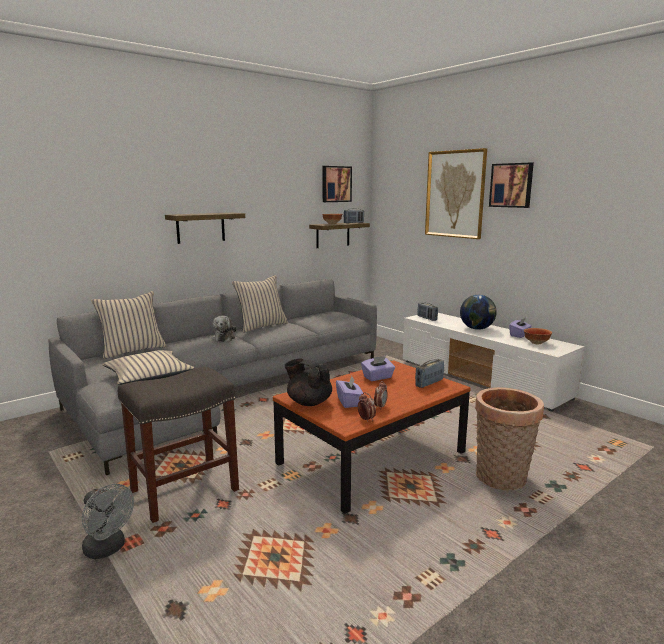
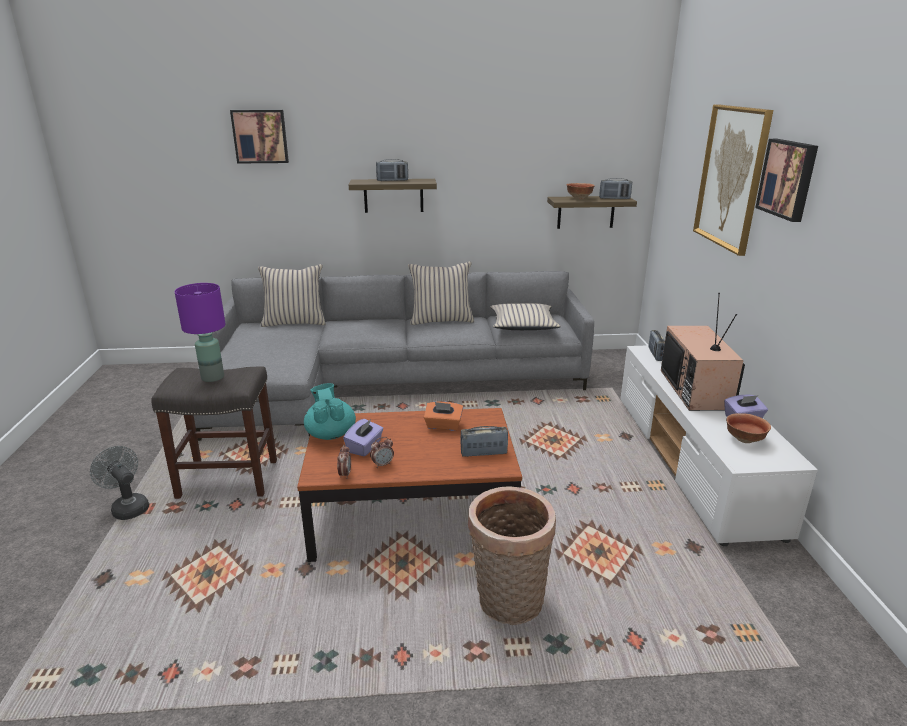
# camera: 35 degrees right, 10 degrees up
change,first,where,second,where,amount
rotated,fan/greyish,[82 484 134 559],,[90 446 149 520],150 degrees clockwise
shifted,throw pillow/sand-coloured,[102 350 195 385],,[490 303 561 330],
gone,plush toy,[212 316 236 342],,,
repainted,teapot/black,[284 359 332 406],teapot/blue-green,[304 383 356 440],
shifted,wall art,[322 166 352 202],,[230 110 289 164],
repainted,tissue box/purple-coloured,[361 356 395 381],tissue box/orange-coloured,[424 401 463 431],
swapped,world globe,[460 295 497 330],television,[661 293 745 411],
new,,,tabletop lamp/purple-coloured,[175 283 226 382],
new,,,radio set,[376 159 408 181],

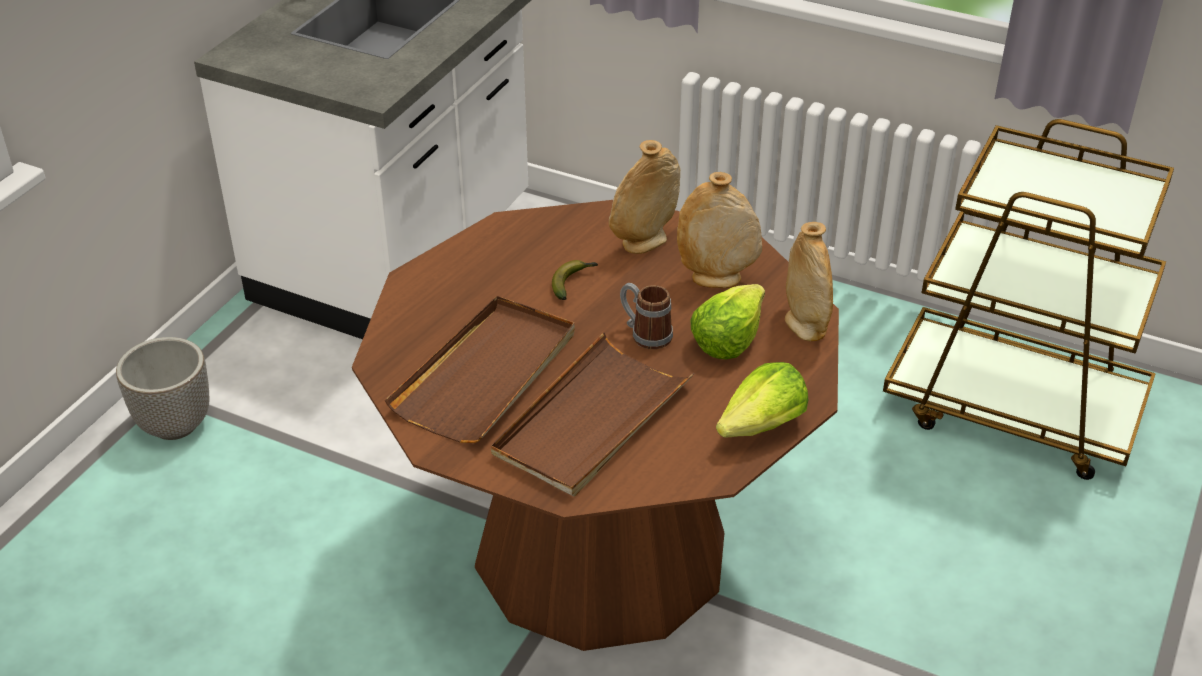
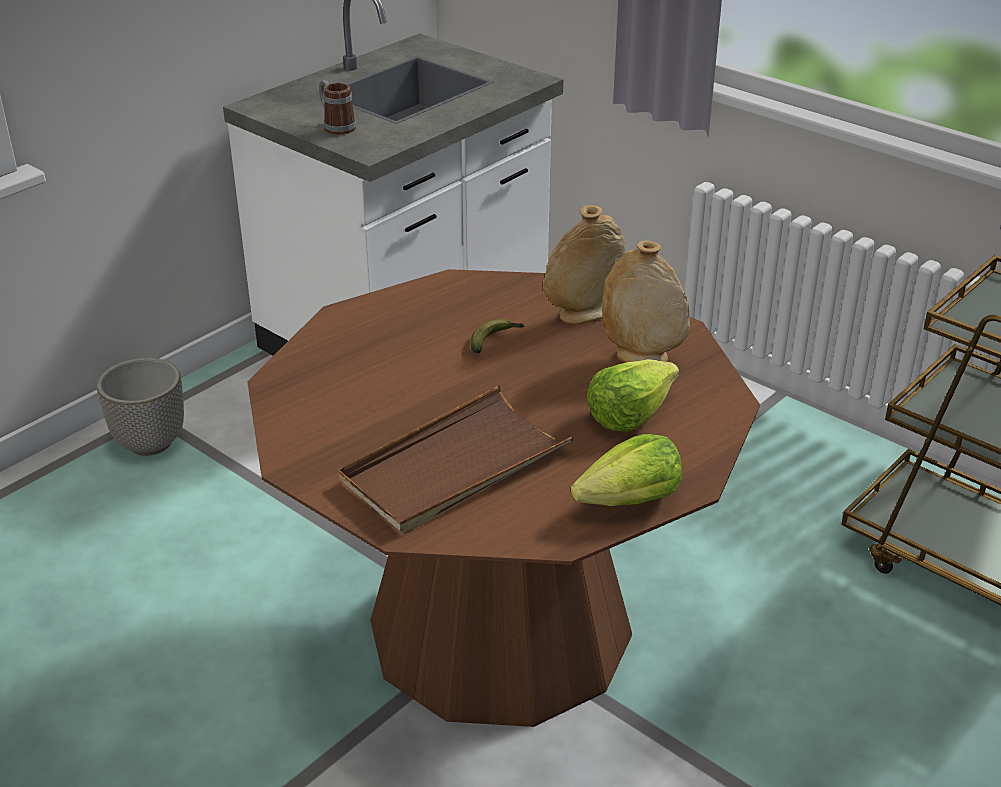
# camera: 15 degrees right, 5 degrees down
change,first,where,second,where,amount
gone,tray/brown,[385 296 575 443],,,
shifted,mug,[620 283 673 350],,[319 80 356 135],
gone,decorative vase/sand-coloured,[785 222 833 341],,,

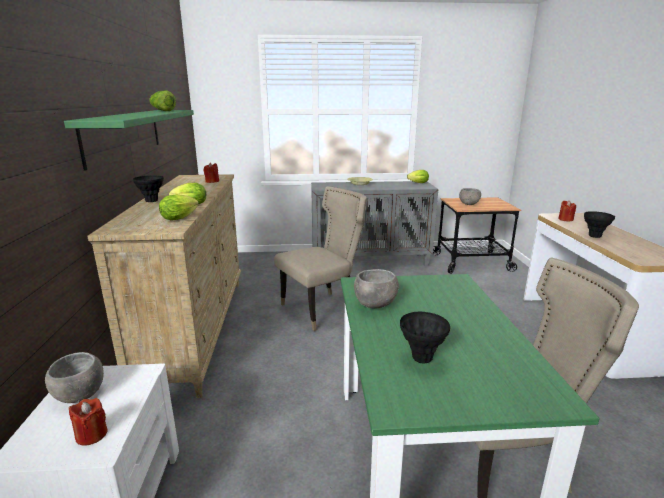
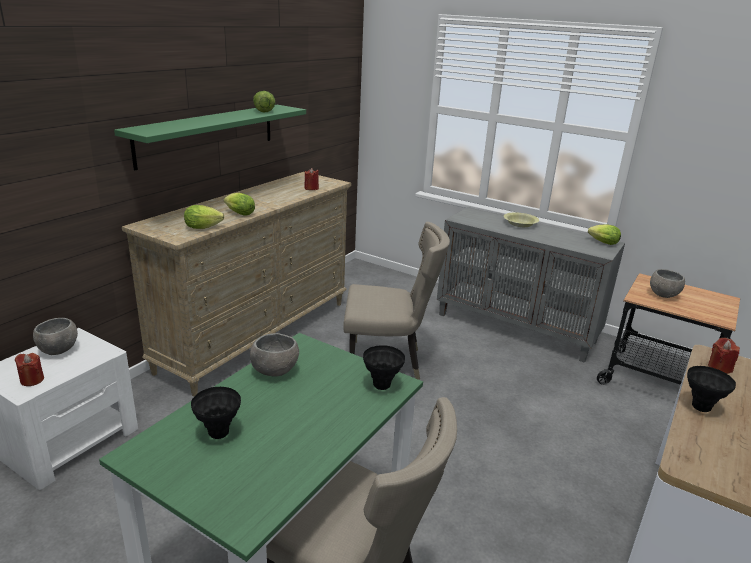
# camera: 35 degrees right, 5 degrees up
change,first,where,second,where,amount
shifted,decorative vase/black,[133 175 164 202],,[363 345 405 390],

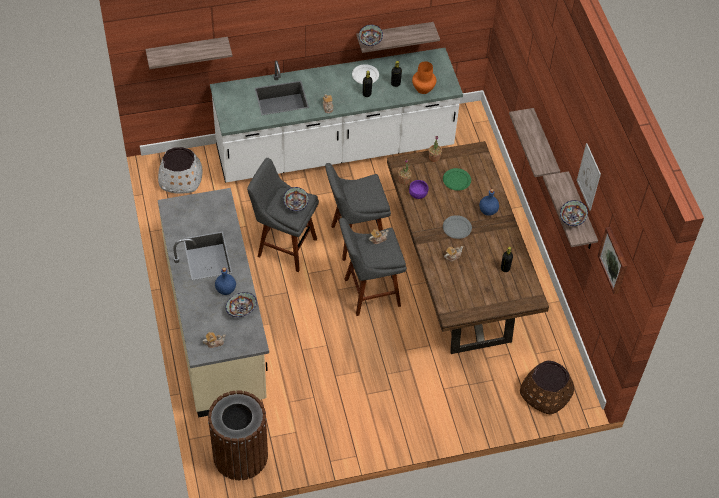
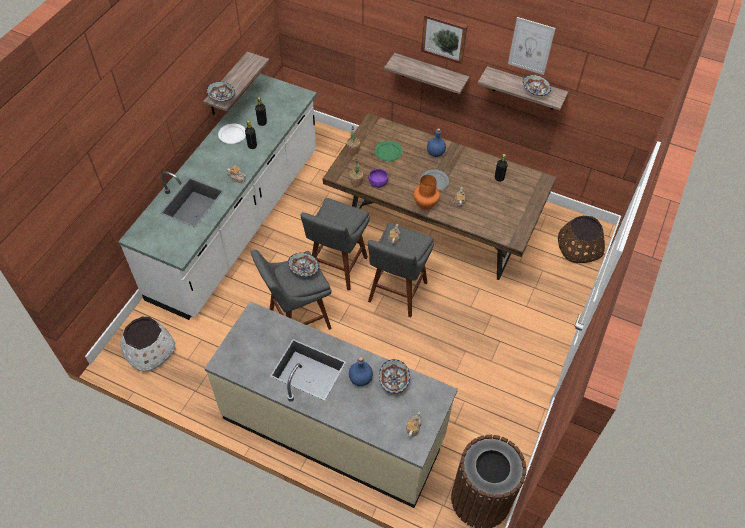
# camera: 50 degrees left, 0 degrees up
change,first,where,second,where,amount
gone,shelf,[145 37 232 69],,,
shifted,decorative vase/orange-coloured,[412 61 437 94],,[414 175 440 210],
shifted,wall art,[598 227 627 294],,[421 13 468 64],

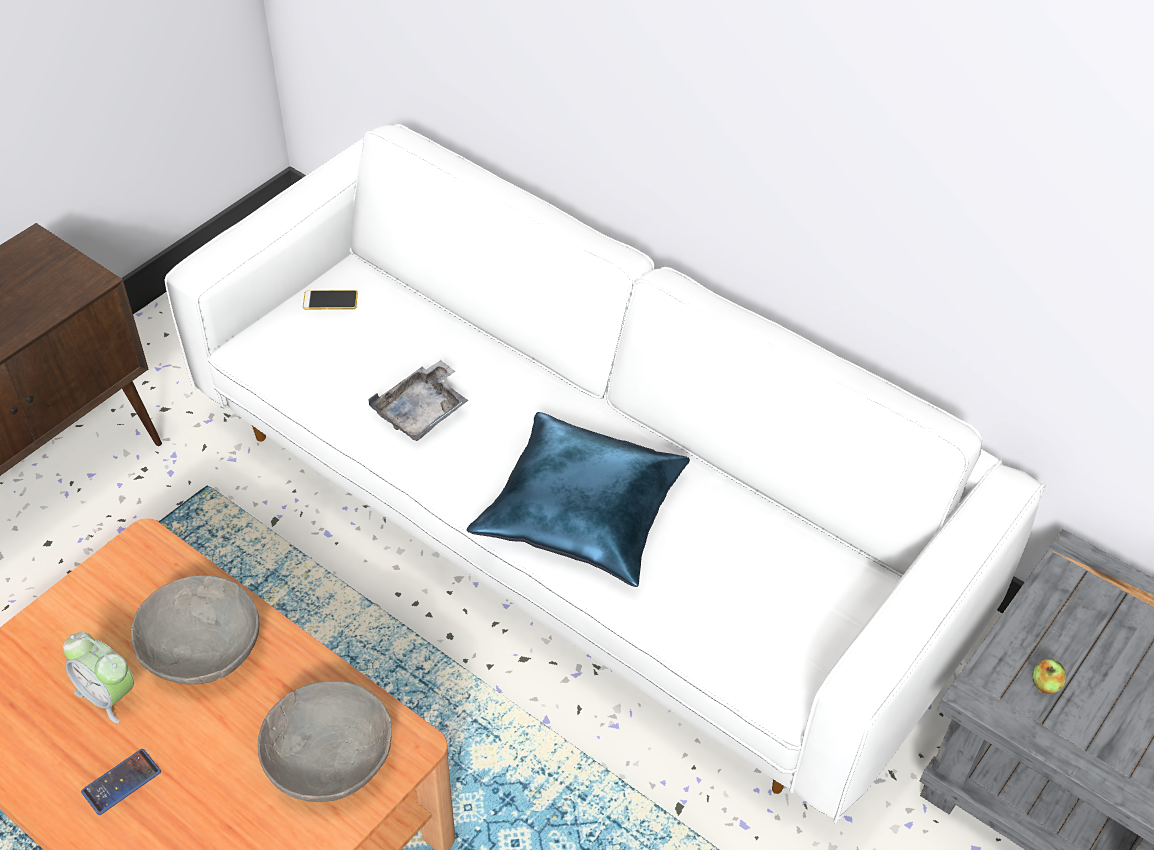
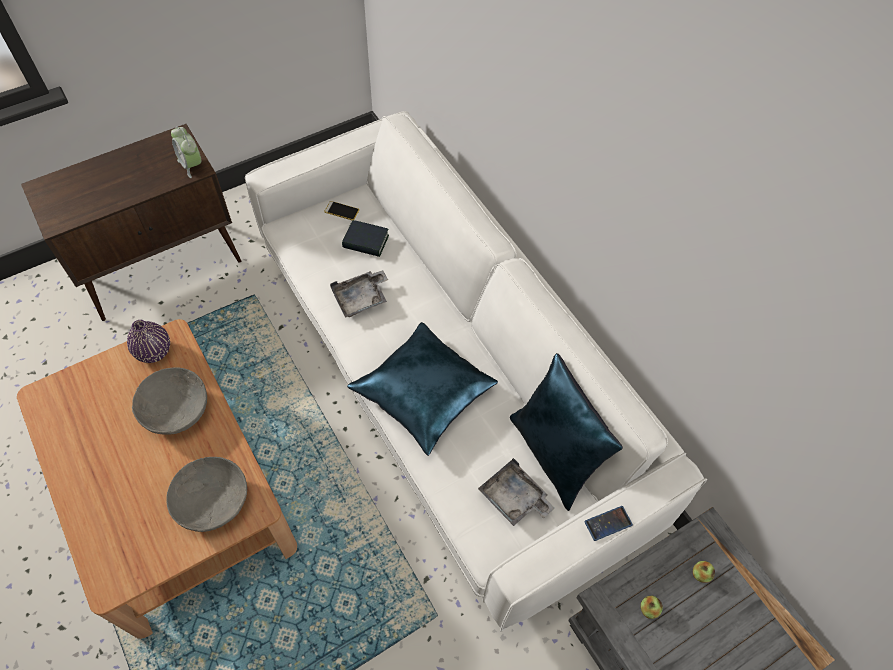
# camera: 20 degrees right, 10 degrees up
change,first,where,second,where,amount
shifted,bedside clock,[63 632 134 723],,[171 126 201 178],
shifted,telephone,[81 749 161 815],,[584 506 633 541],
new,,,decorative vase/purple-coloured,[127 320 170 363],
new,,,volume,[342 220 389 257],
new,,,tray/greyish,[478 458 555 526],
new,,,throw pillow/bluish,[510 353 623 511],
new,,,apple fruit,[693 561 715 583],

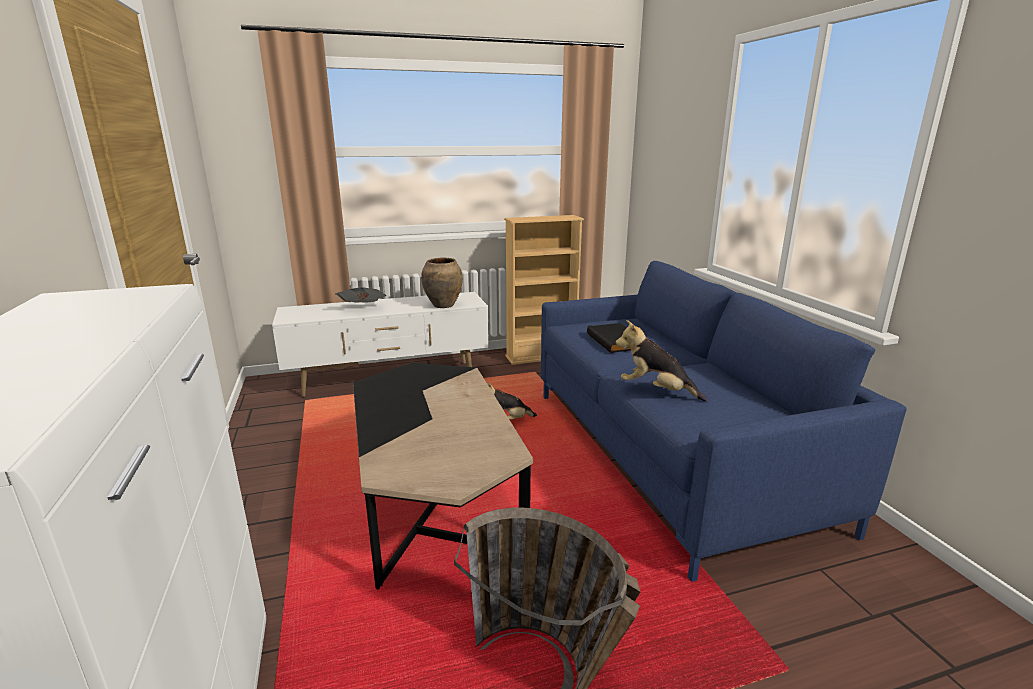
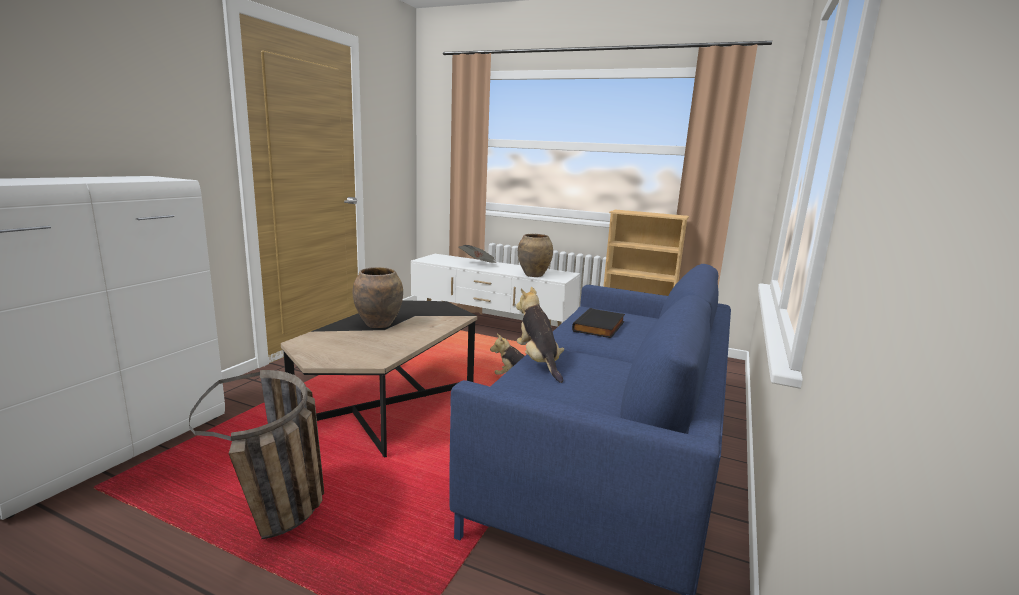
# camera: 40 degrees right, 5 degrees down
change,first,where,second,where,amount
new,,,decorative vase/brown,[353 267 403 328],

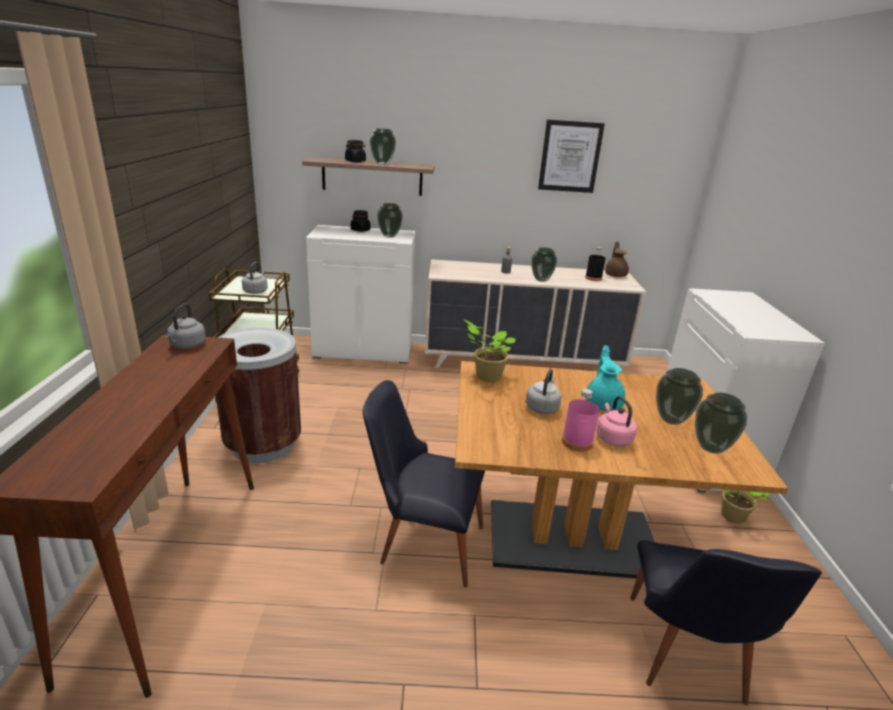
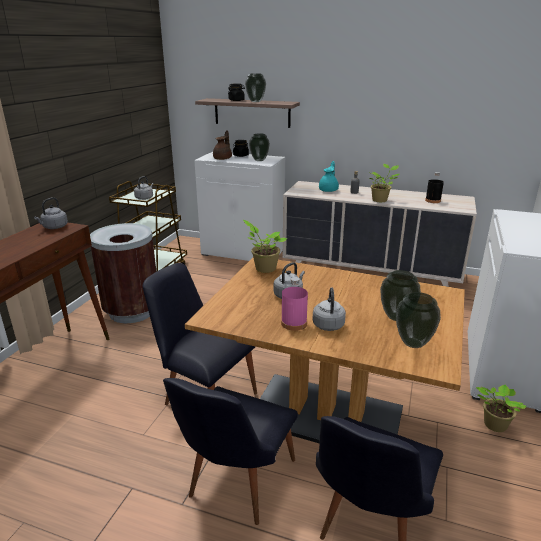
# camera: 20 degrees right, 0 degrees up
change,first,where,second,where,amount
swapped,decorative vase,[531 247 557 282],houseplant,[369 164 400 202],
gone,wall art,[538 119 605 193],,,
shifted,teapot/blue-green,[586 345 625 411],,[319 161 339 192],
repainted,tea kettle/pink,[597 396 637 447],tea kettle/greyish,[312 287 346 331],
shifted,teapot/brown,[605 241 629 277],,[213 130 232 160],
new,,,upright chair/black,[163 378 298 525],

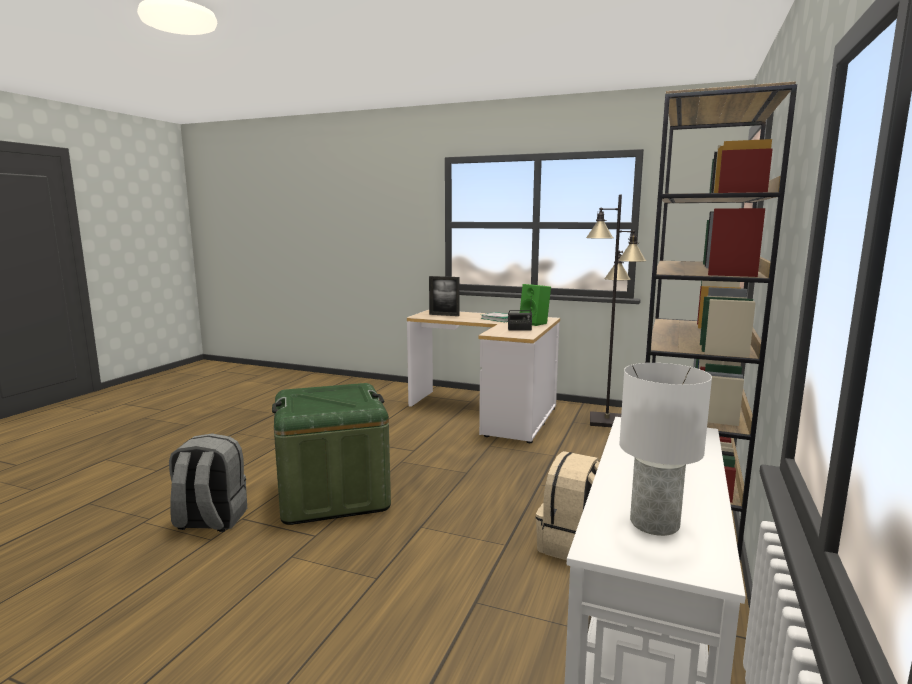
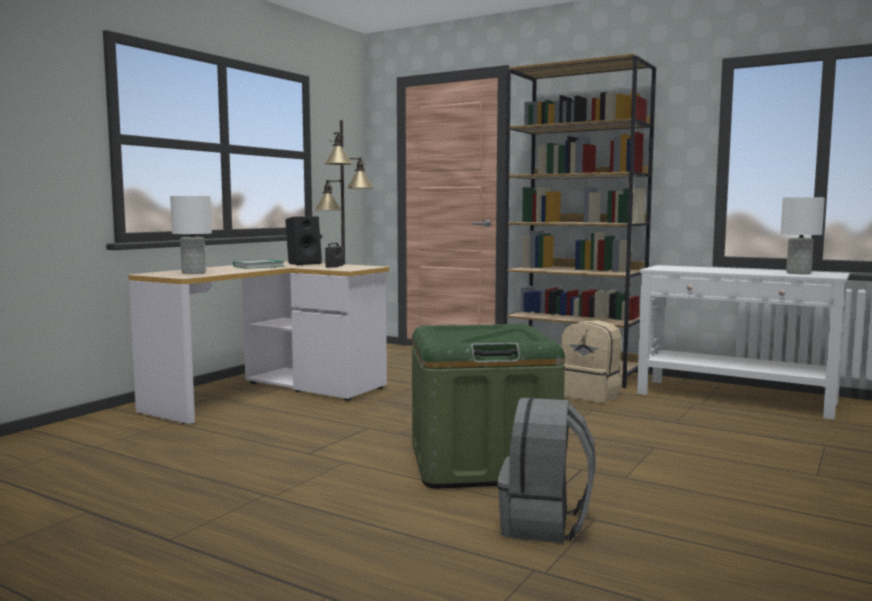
# camera: 80 degrees left, 5 degrees down
change,first,where,second,where,amount
swapped,standing frame,[429 276 460 316],tabletop lamp/white-coloured,[170 196 212 274],
repainted,loudspeaker/greenish,[520 284 551 326],loudspeaker/black,[285 216 322 265],

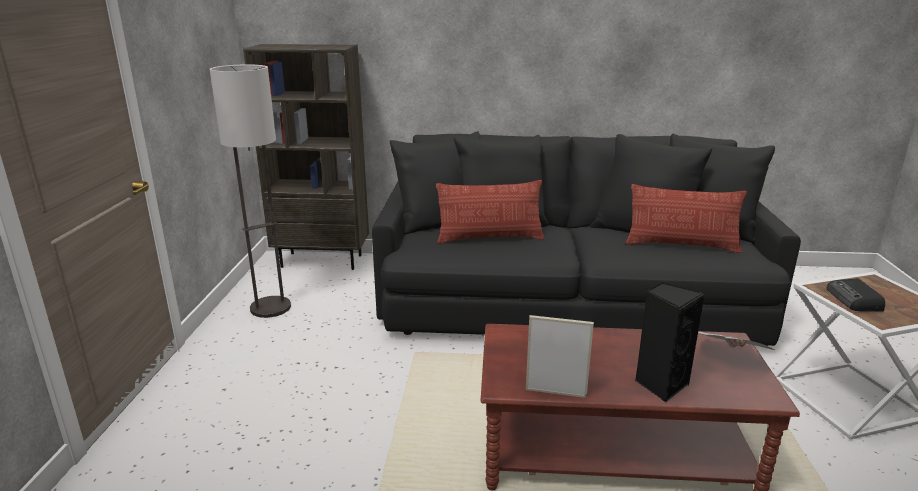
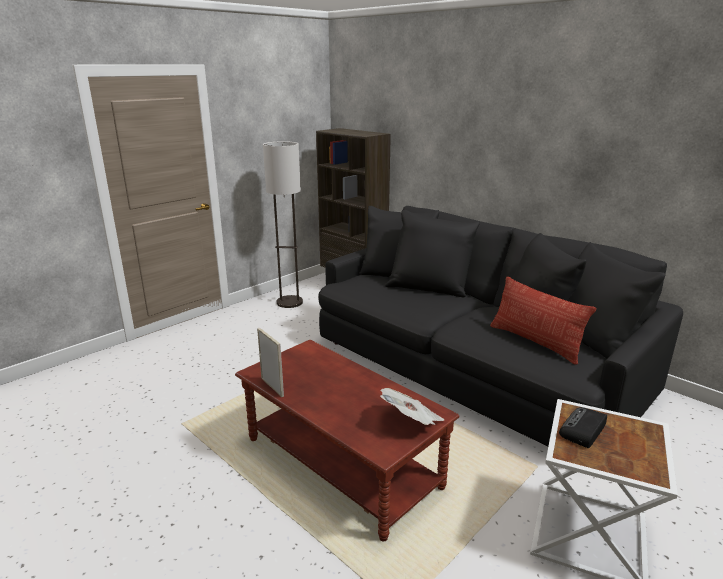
# camera: 40 degrees right, 0 degrees up
change,first,where,second,where,amount
gone,throw pillow,[436 180 545 244],,,
gone,loudspeaker/black,[635 282 705 402],,,

